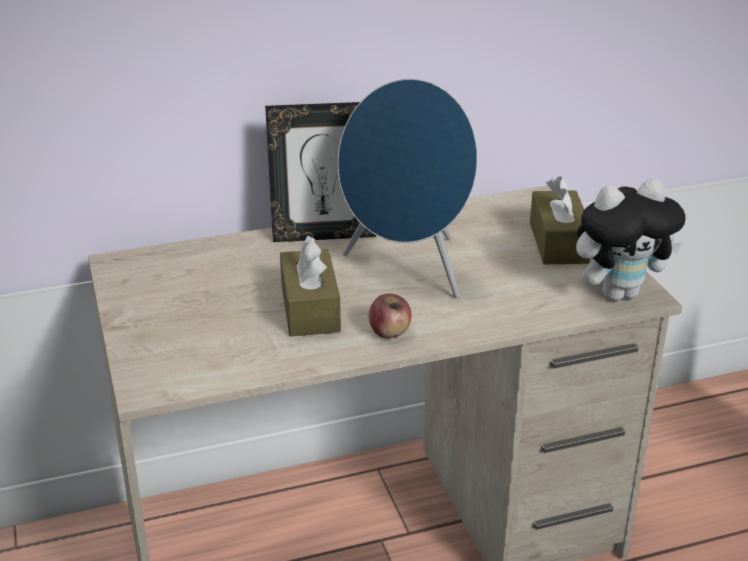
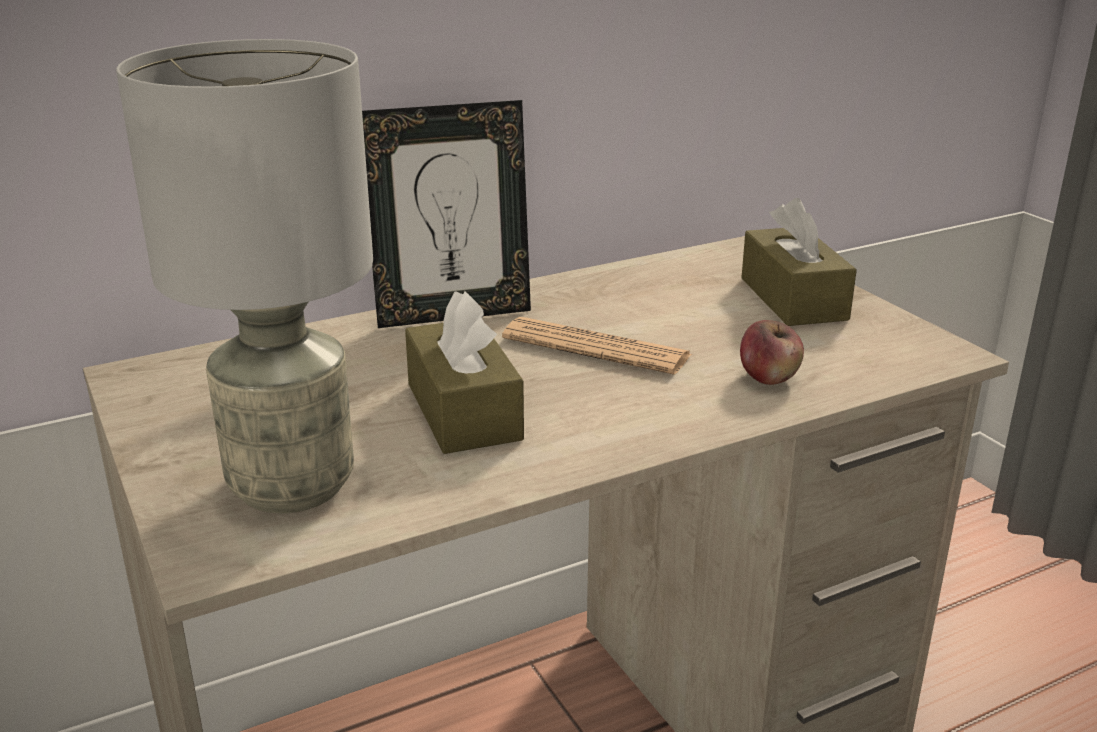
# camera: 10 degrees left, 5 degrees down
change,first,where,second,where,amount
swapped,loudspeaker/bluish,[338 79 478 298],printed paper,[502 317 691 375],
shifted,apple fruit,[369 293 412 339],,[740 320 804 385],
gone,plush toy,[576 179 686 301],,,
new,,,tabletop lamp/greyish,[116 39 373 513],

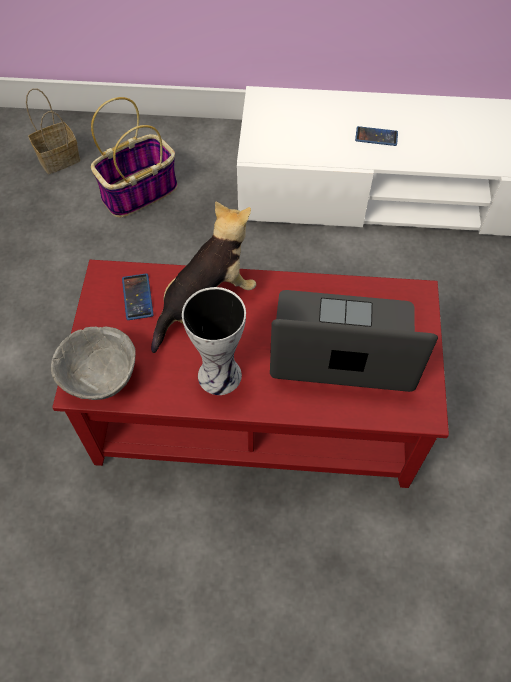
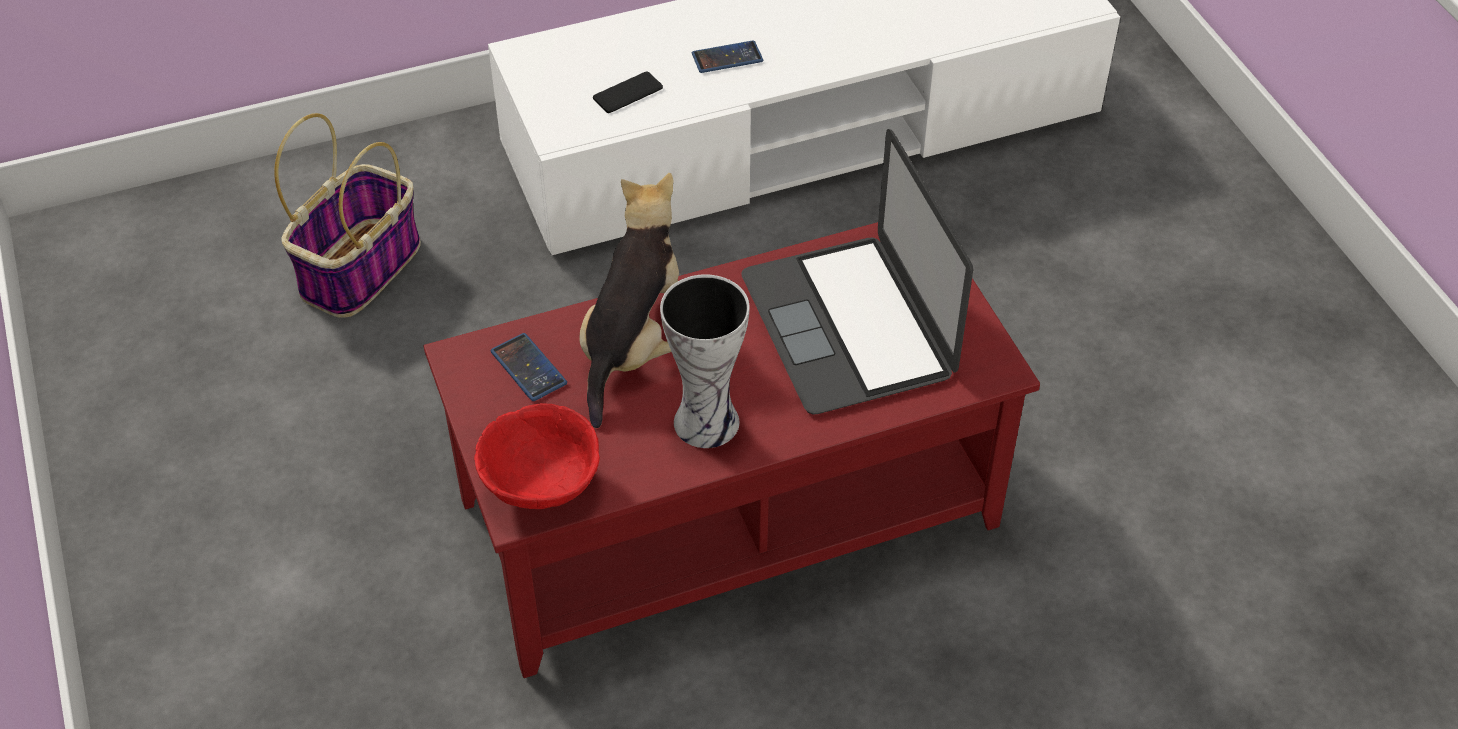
# camera: 25 degrees left, 10 degrees down
change,first,where,second,where,amount
gone,household basket,[26 88 81 174],,,
repainted,deep dish/greyish,[51 327 136 400],deep dish/reddish,[474 403 600 509],
rotated,portable computer,[270 290 438 392],,[741 129 973 414],90 degrees counterclockwise
new,,,telephone,[593 71 663 113],

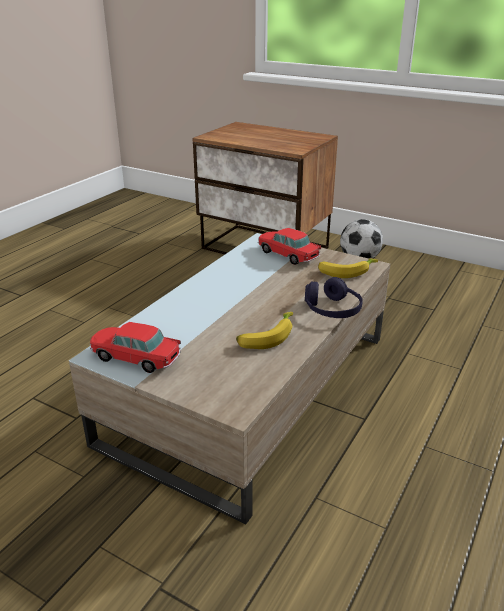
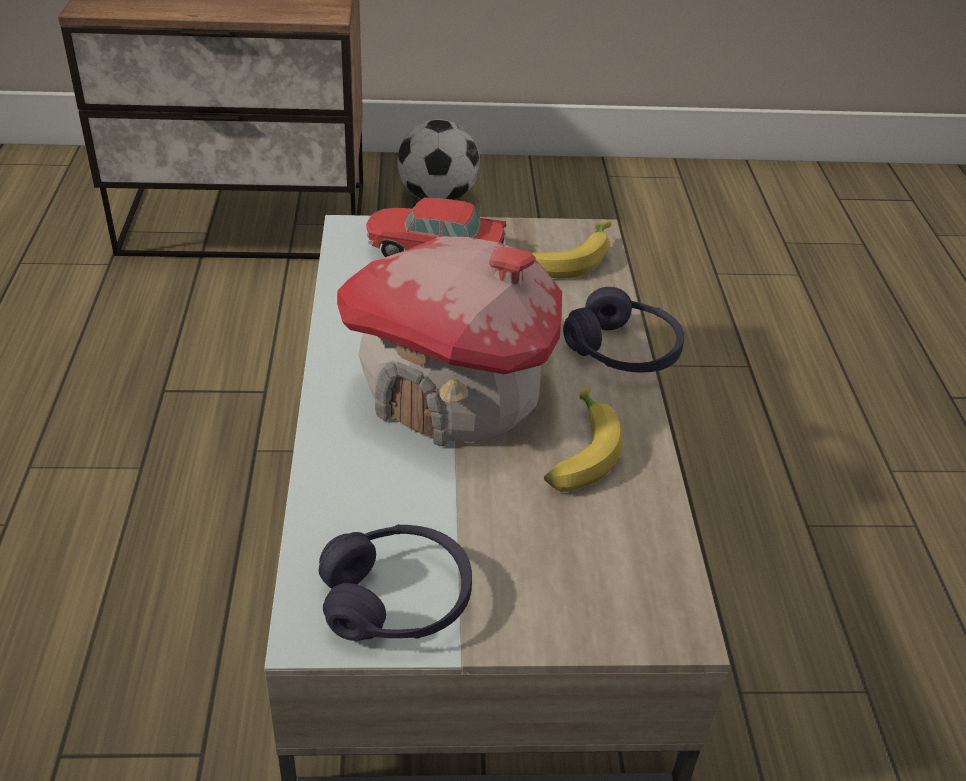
# camera: 35 degrees left, 10 degrees up
change,first,where,second,where,amount
swapped,miniature car,[90 322 181 373],headset/purple-coloured,[319 524 472 641],
new,,,model house,[337 237 562 446],

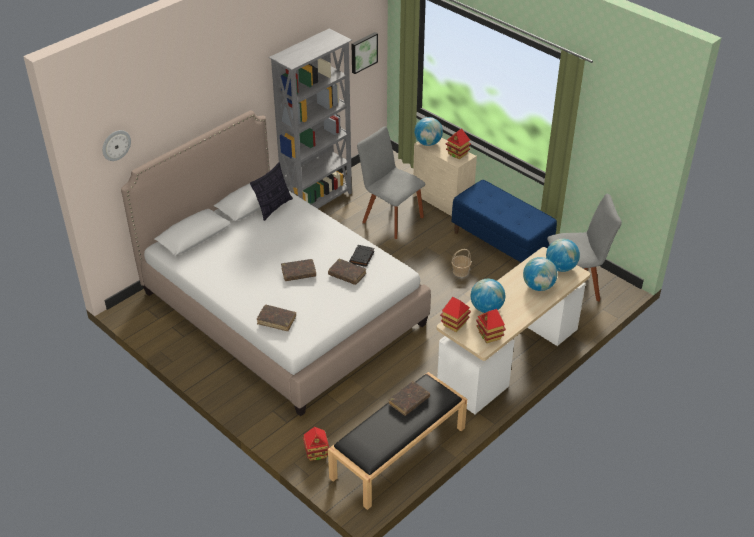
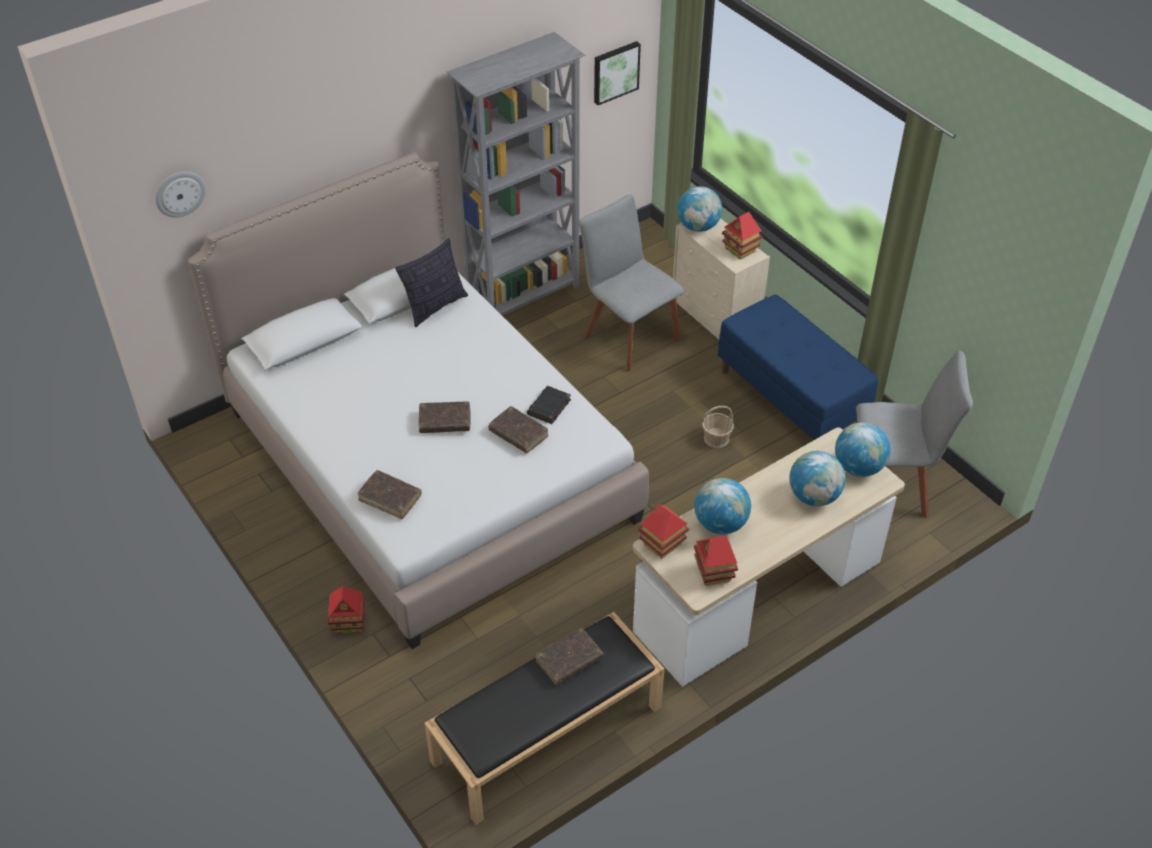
# camera: 10 degrees right, 5 degrees up
change,first,where,second,where,amount
shifted,model house,[303 427 330 461],,[328 586 365 634],

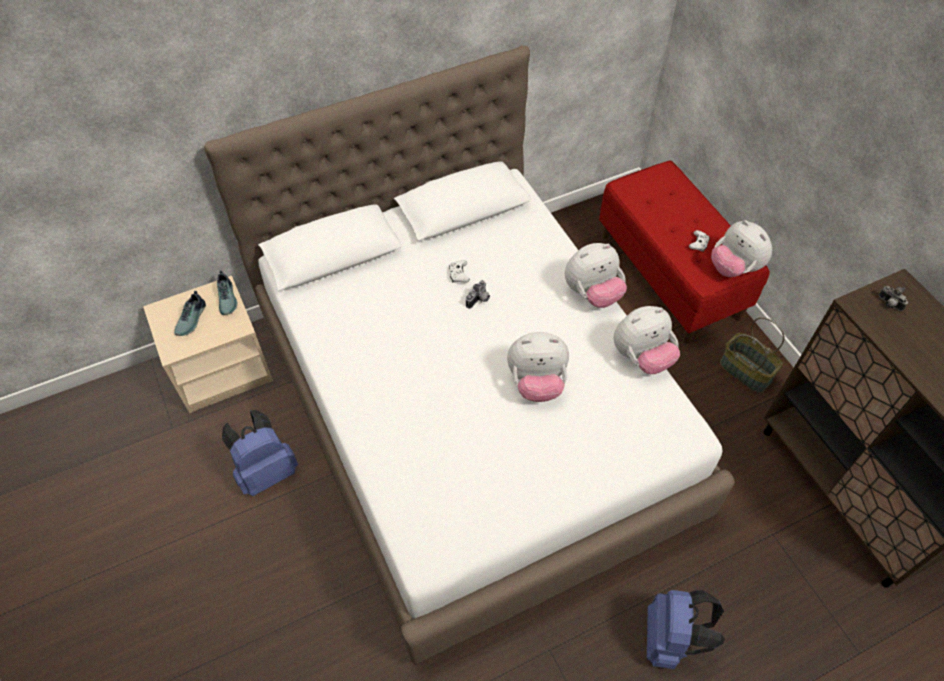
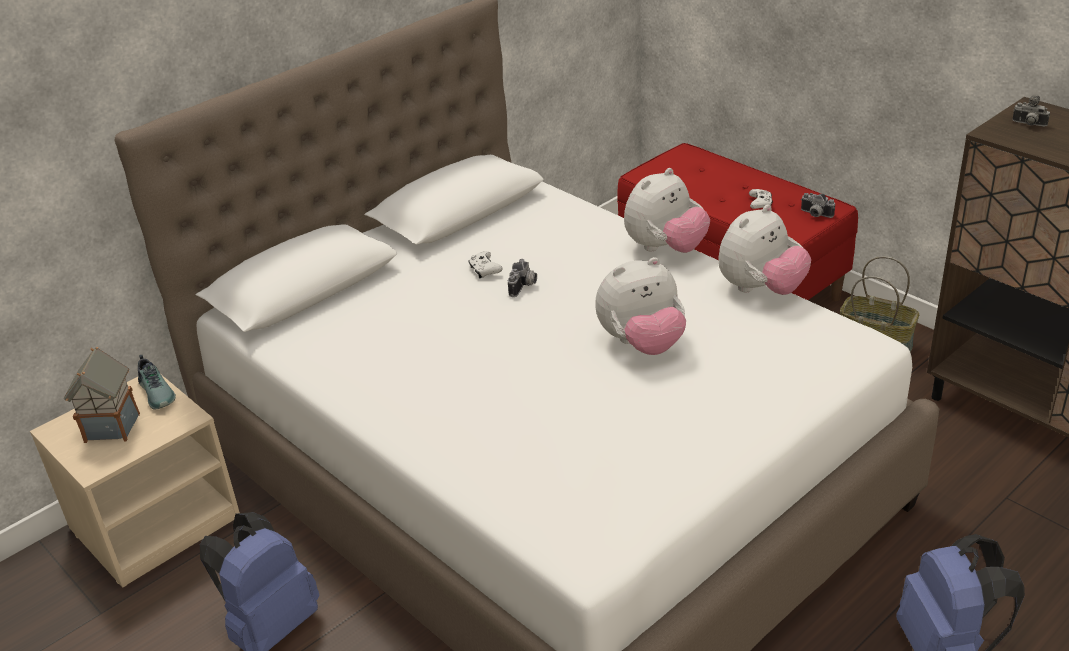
# camera: 15 degrees left, 20 degrees down
change,first,where,second,where,amount
swapped,item of footwear,[174 291 206 336],model house,[64 347 140 443],
swapped,plush toy,[711 220 772 277],still camera,[801 193 835 218],

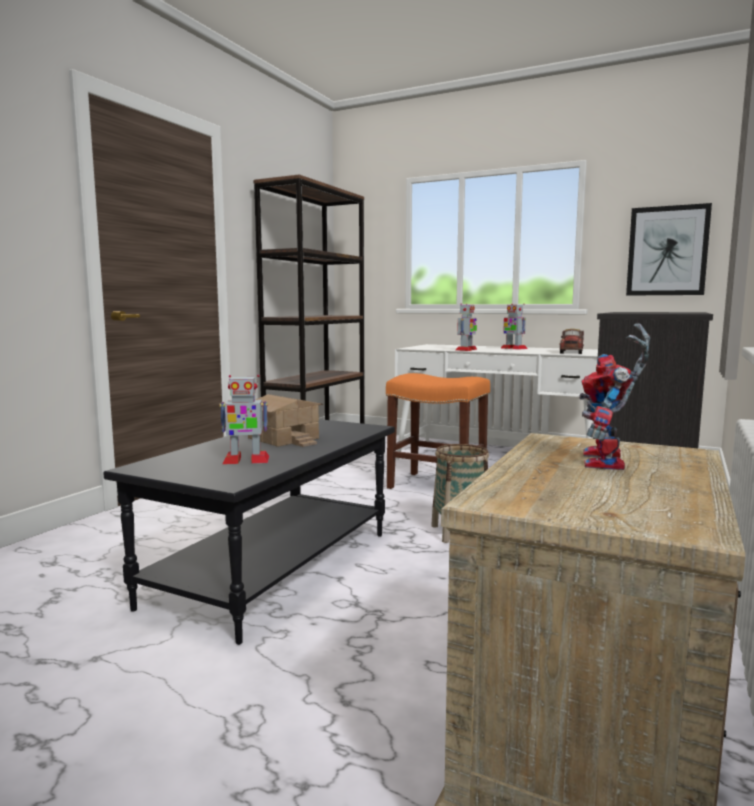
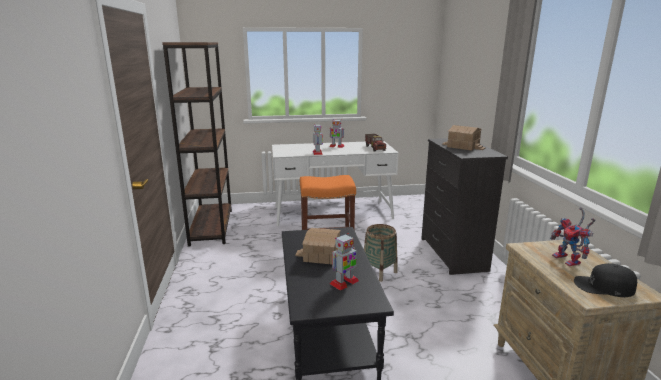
# camera: 35 degrees left, 10 degrees up
change,first,where,second,where,amount
gone,wall art,[626 203 712 296],,,
new,,,model house,[442 125 486 151],
new,,,baseball cap/black,[574 263 637 297],

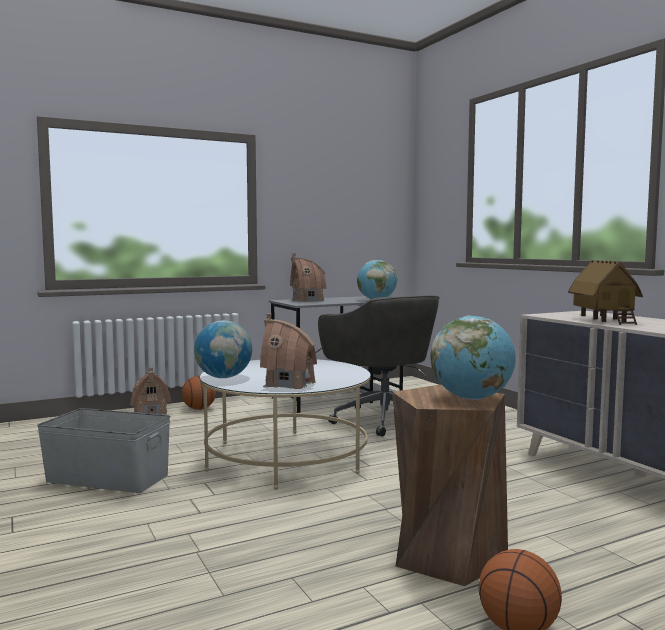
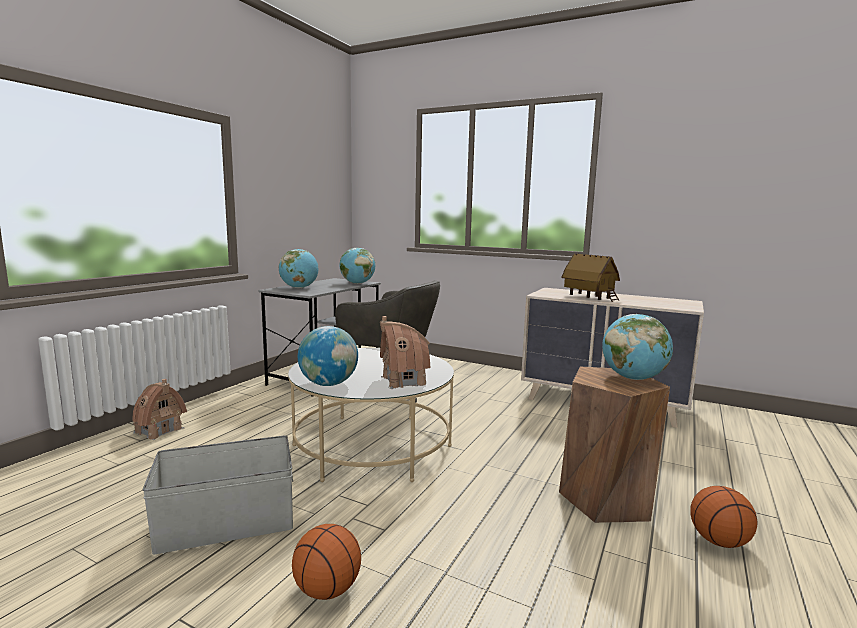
# camera: 35 degrees left, 5 degrees up
change,first,where,second,where,amount
shifted,basketball,[182 376 216 410],,[292 524 361 600],
swapped,model house,[290 253 327 302],world globe,[278 249 318 288],

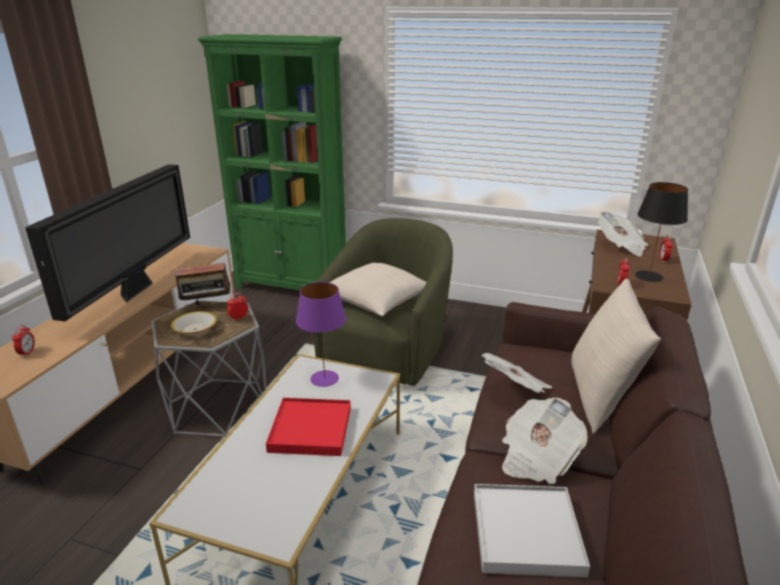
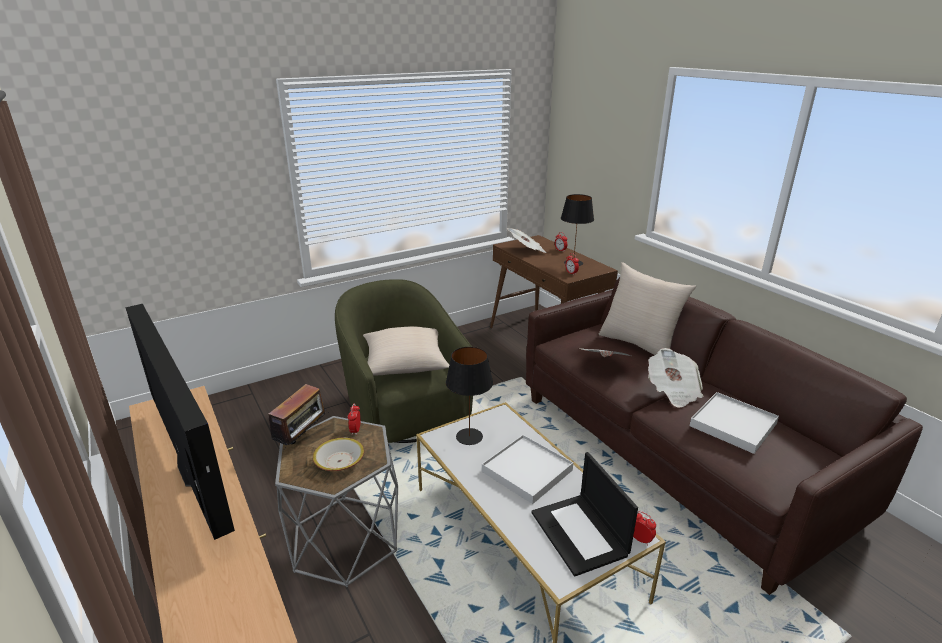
# camera: 50 degrees left, 0 degrees up
change,first,where,second,where,amount
shifted,bedside clock,[12 325 35 357],,[633 511 656 546],
gone,bookcase/greenish,[198 34 346 290],,,
repainted,tray/reddish,[266 398 351 456],tray/white-coloured,[482 435 574 504],
repainted,tabletop lamp/purple-coloured,[296 282 346 387],tabletop lamp/black,[446 347 493 445],
new,,,portable computer,[531 452 638 577],

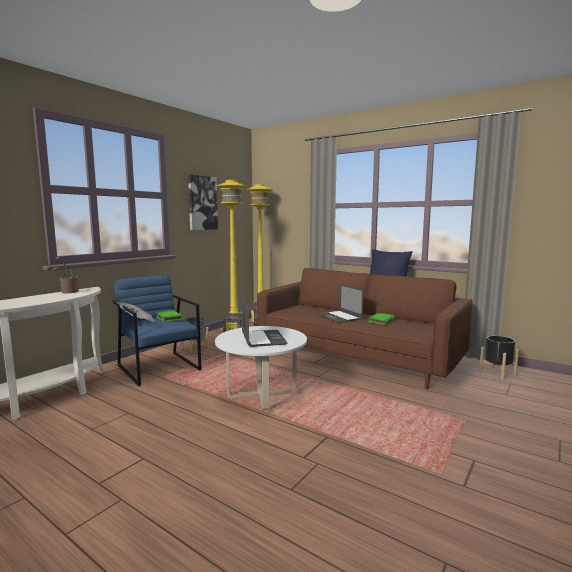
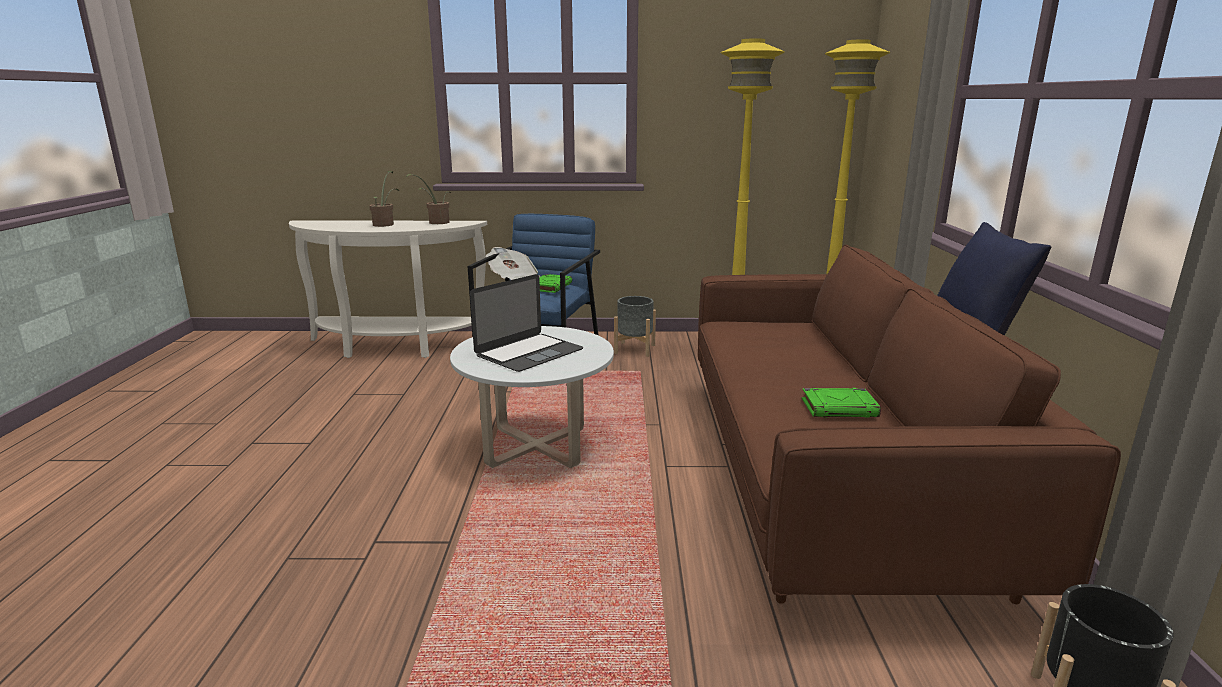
# camera: 55 degrees right, 10 degrees up
change,first,where,second,where,amount
gone,wall art,[188 174 218 230],,,
gone,portable computer,[317 284 364 323],,,
new,,,houseplant,[369 171 400 227],

